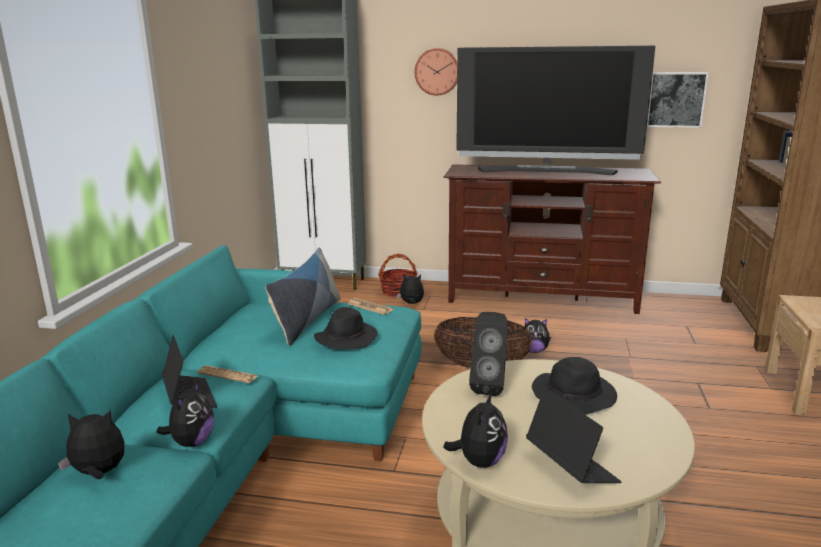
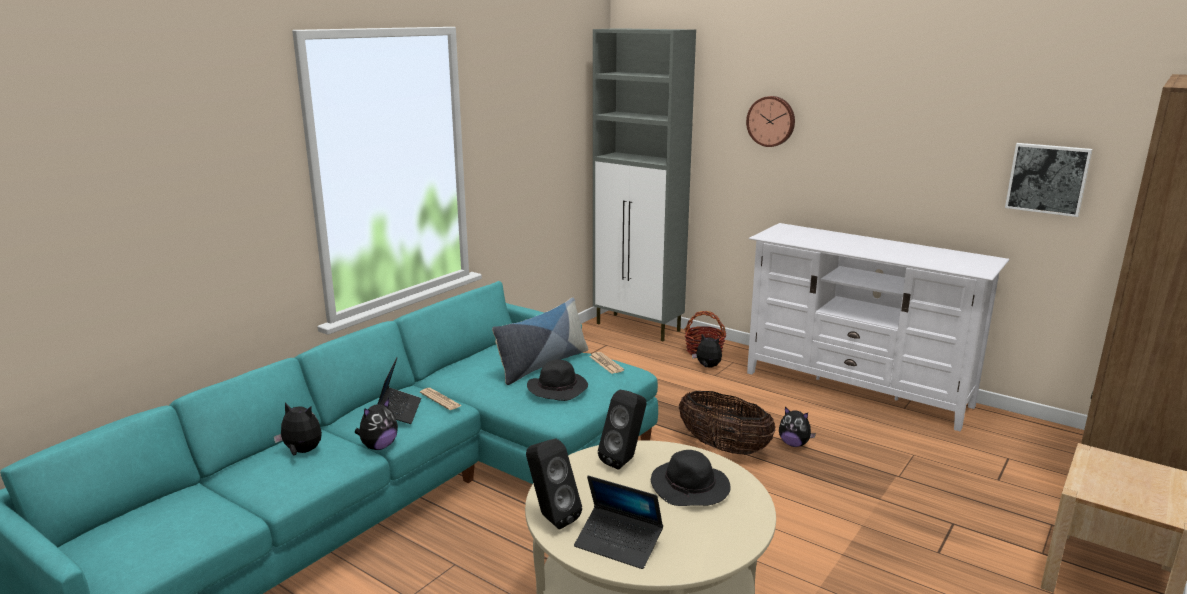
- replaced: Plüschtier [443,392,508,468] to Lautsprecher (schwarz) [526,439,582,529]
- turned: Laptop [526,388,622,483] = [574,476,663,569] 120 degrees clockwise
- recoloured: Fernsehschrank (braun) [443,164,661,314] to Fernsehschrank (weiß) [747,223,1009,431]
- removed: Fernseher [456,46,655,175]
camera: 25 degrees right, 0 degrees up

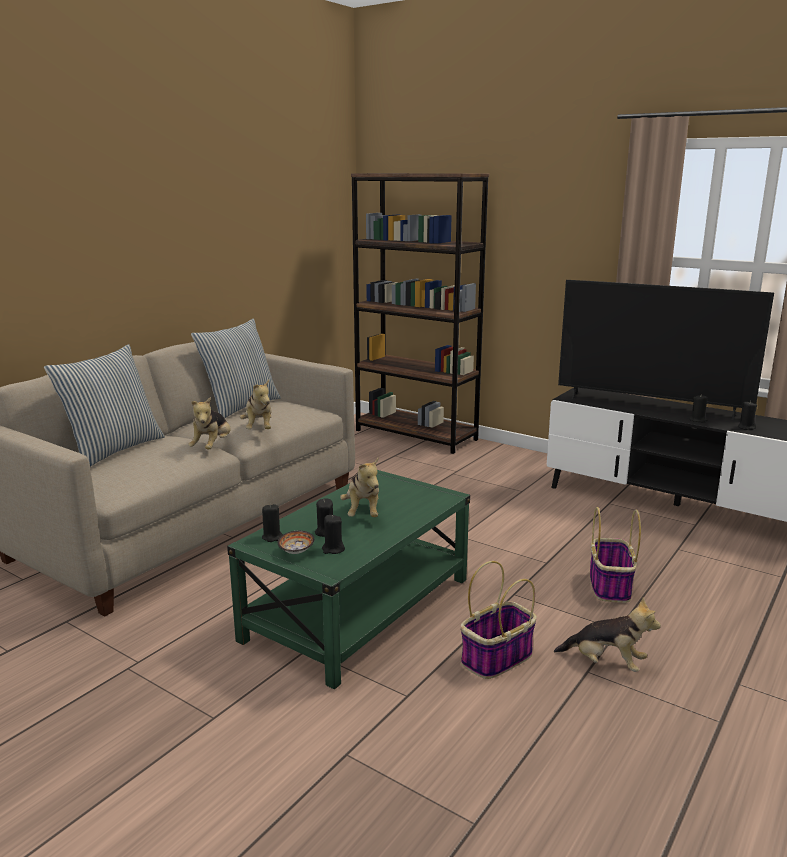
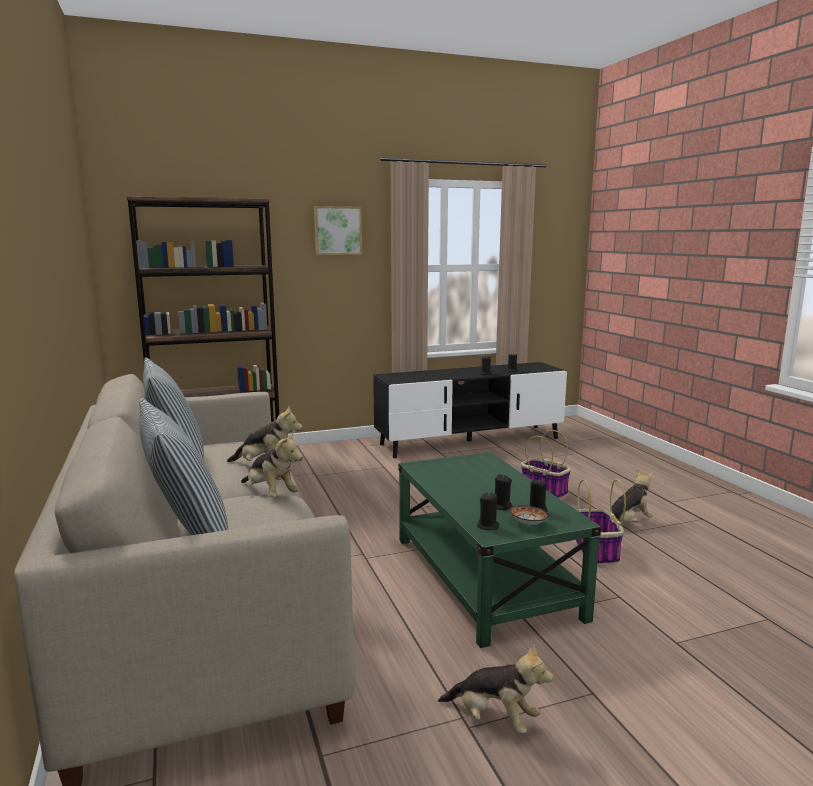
- added: Bild [314,206,362,255]
- moved: Plüschtier [340,457,379,517] to [438,643,553,734]
- removed: Fernseher [558,280,774,420]
camera: 55 degrees left, 5 degrees down

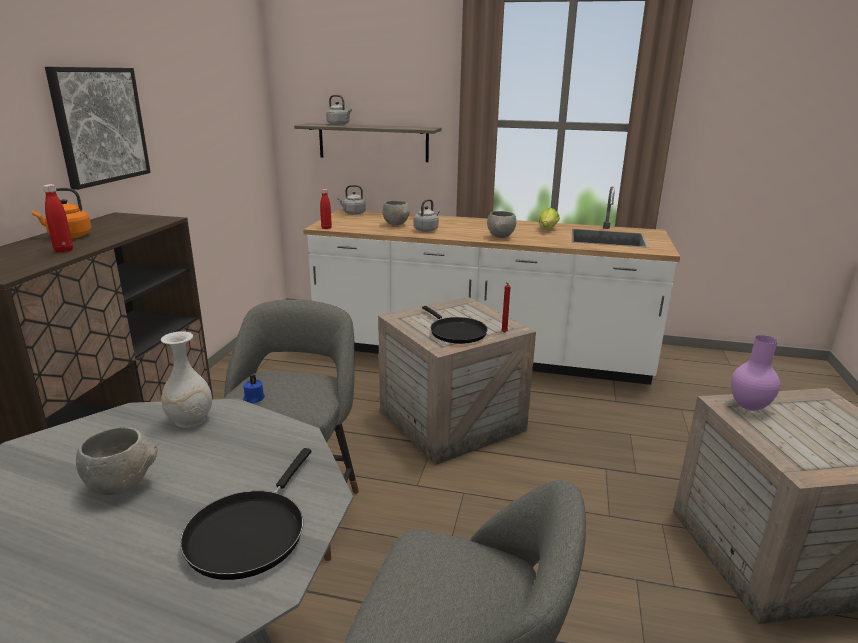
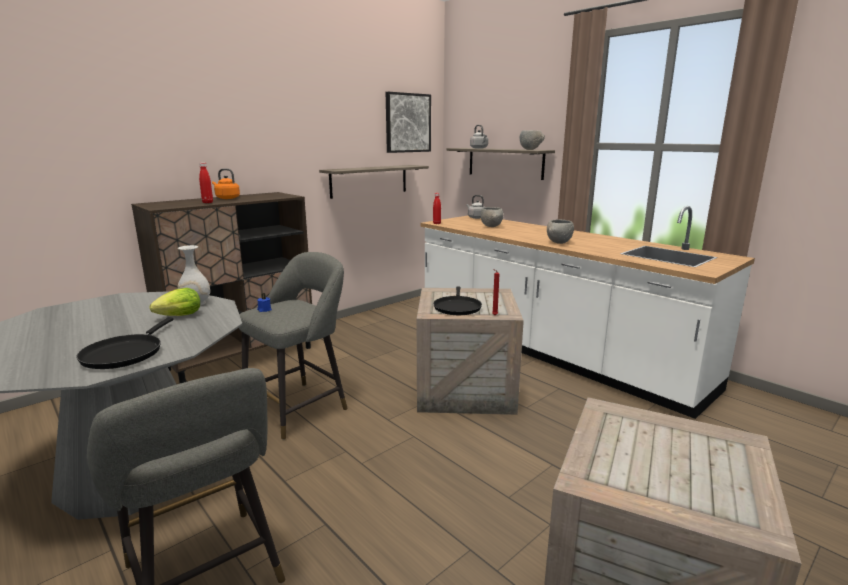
- turned: Pfanne (schwarz) [180,448,311,580] = [76,317,173,369] 45 degrees counterclockwise
- moved: Salatkopf [539,208,560,229] to [149,288,200,316]
- added: Wandregal [319,165,429,199]
- moved: Bild [45,67,151,190] to [386,92,431,153]
- moved: Schüssel (grau) [76,427,158,495] to [520,130,545,150]
- removed: Wasserkessel (grau) [413,199,440,232]
- removed: Vase (lila) [731,335,780,411]
camera: 35 degrees right, 5 degrees down

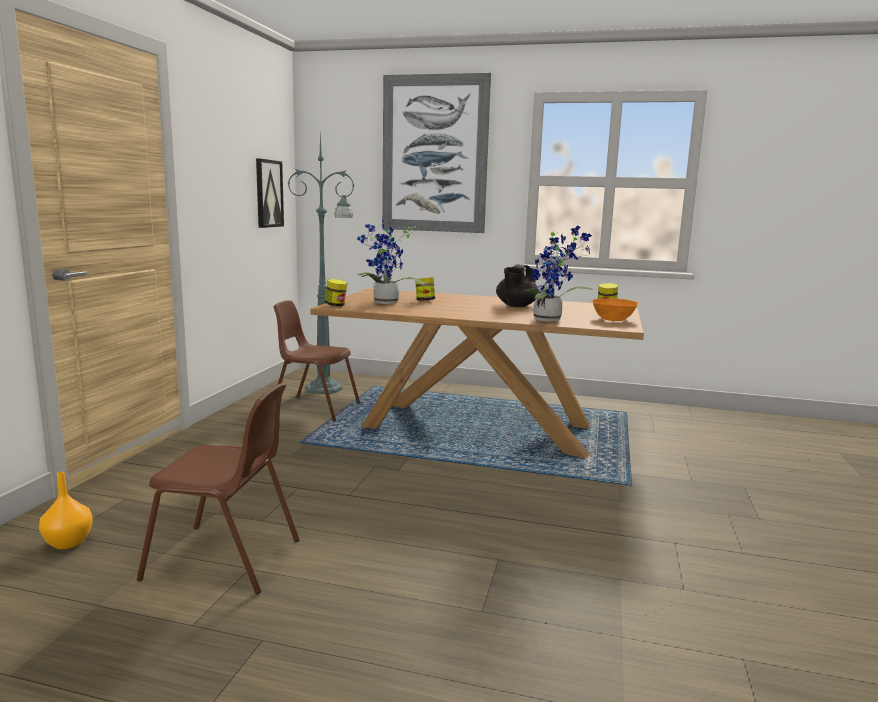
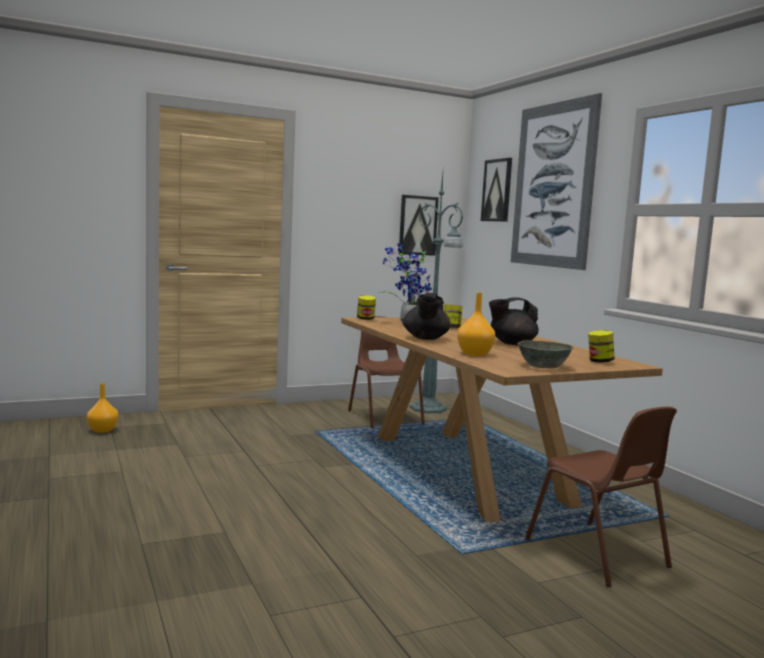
- added: Teekanne (schwarz) [403,293,451,340]
- replaced: Topfpflanze [520,226,593,321] to Vase (orange) [457,293,495,356]
- added: Bild [481,158,512,222]
- recoloured: Schüssel (orange) [592,298,639,321] to Schüssel (grau) [517,340,574,368]
- moved: Stuhl (braun) [137,383,299,594] to [525,407,677,587]
camera: 50 degrees right, 5 degrees down

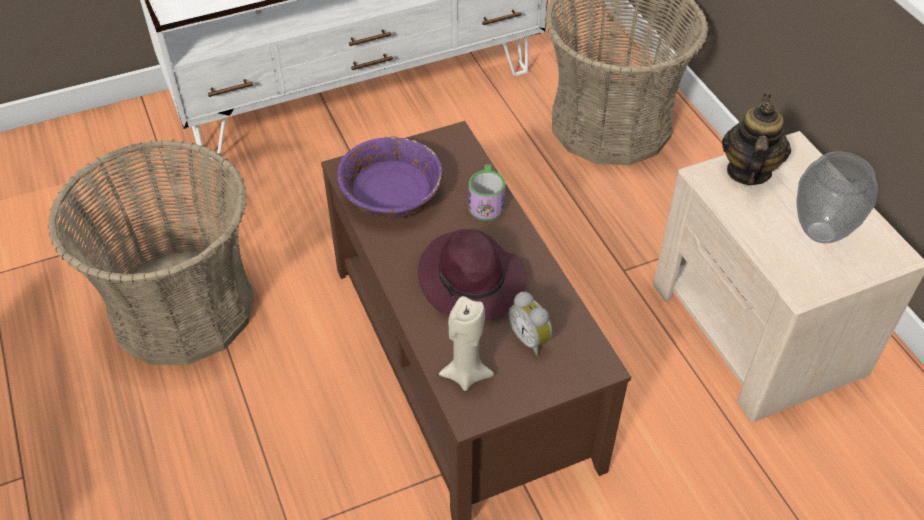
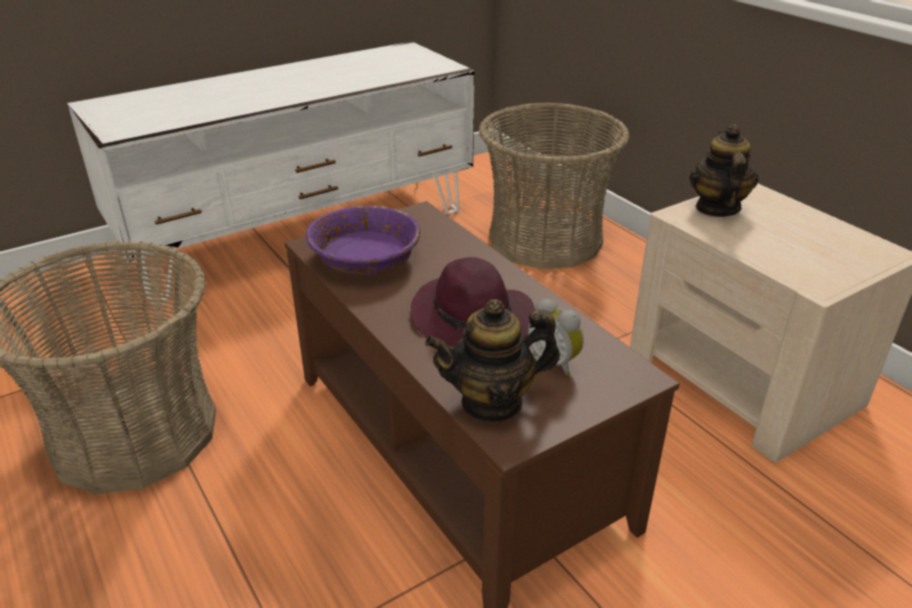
- replaced: Kerze (beige) [439,296,494,391] to Teekanne [425,299,560,423]
- removed: Henkelbecher [469,165,505,221]
- removed: Vase [796,151,878,243]
camera: 10 degrees left, 15 degrees down

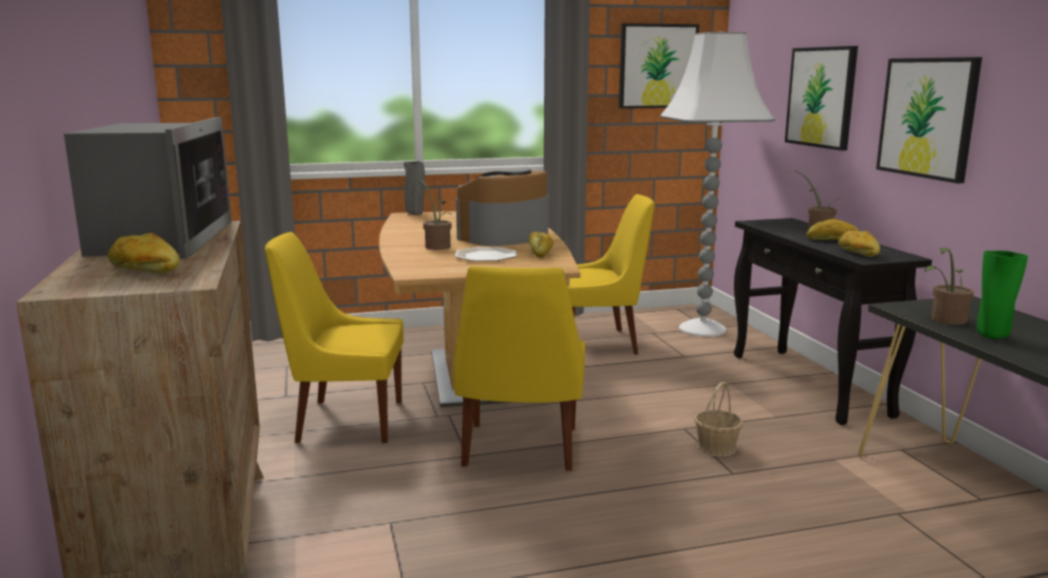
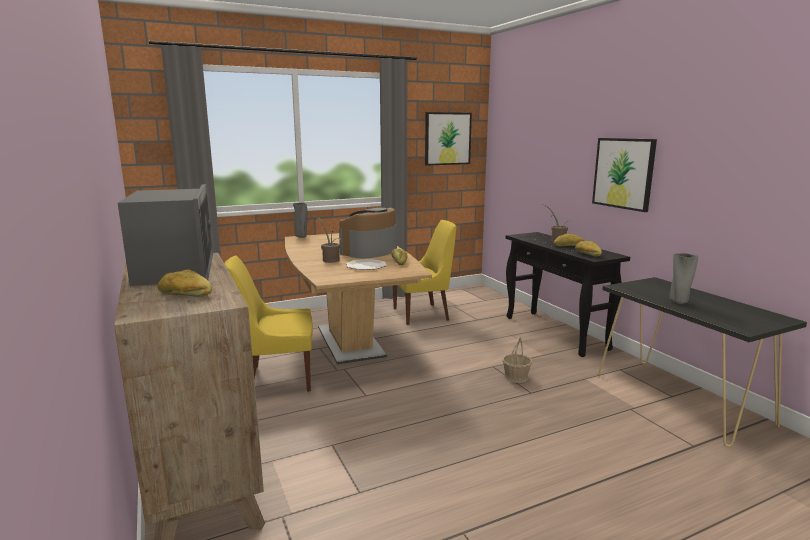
- recoloured: Vase (grün) [976,250,1028,339] to Vase (grau) [670,253,698,304]
- removed: Stuhl (gelb) [454,266,585,471]
- removed: Stehlampe (weiß) [660,31,775,337]
- removed: Bild [785,46,858,151]
- removed: Topfpflanze [925,248,974,325]
camera: 10 degrees left, 0 degrees up

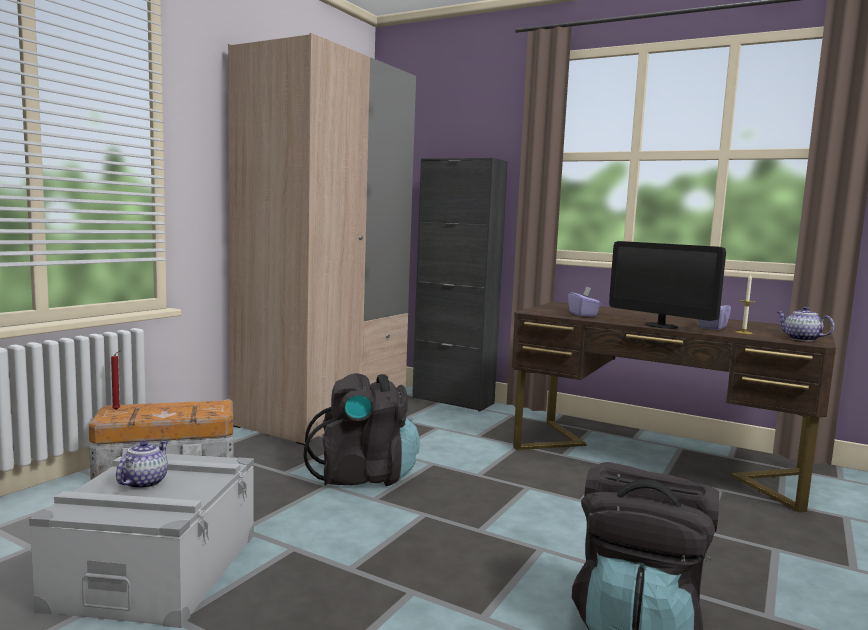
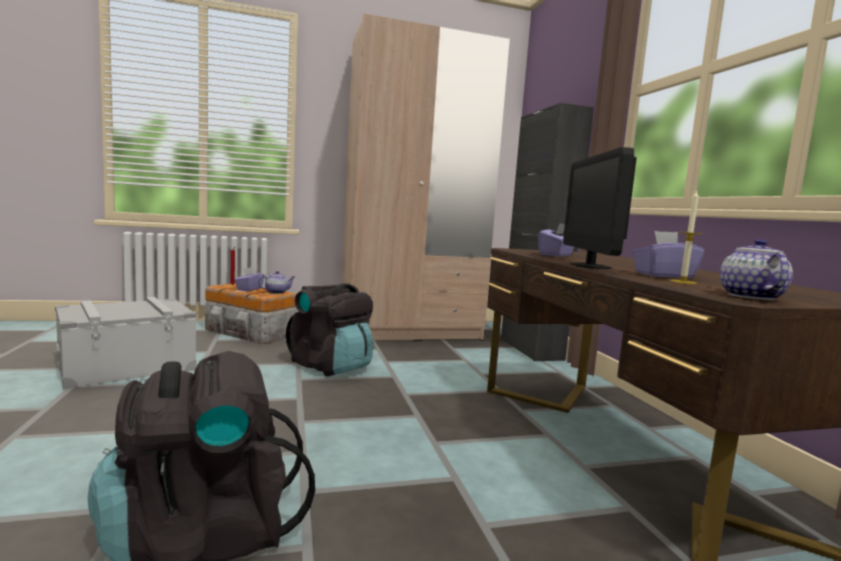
- added: Taschentuchbox (lila) [234,267,264,291]
- moved: Teekanne [116,440,168,489] to [258,271,295,294]
camera: 45 degrees right, 0 degrees up

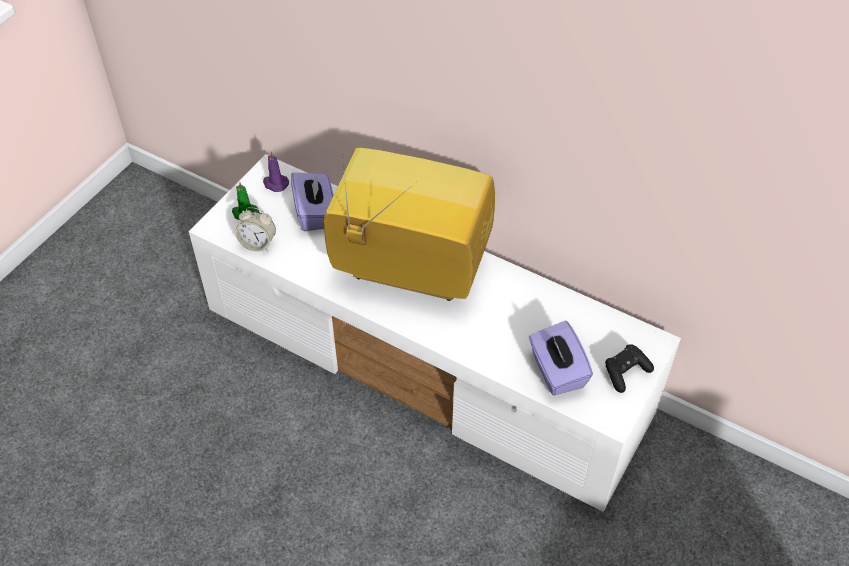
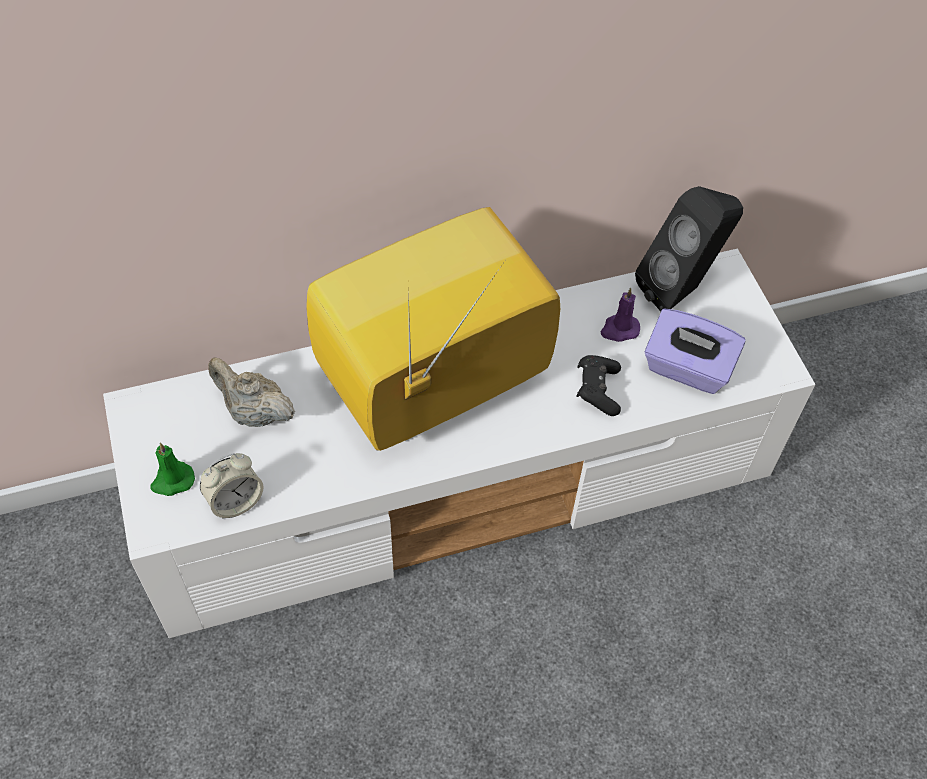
- replaced: Taschentuchbox (lila) [291,172,334,231] to Teekanne (beige) [208,358,295,427]
- moved: Gamepad (schwarz) [605,344,654,393] to [576,355,621,416]
- moved: Kerze (lila) [263,152,289,192] to [600,288,640,342]
- added: Lautsprecher (schwarz) [635,186,743,311]
camera: 50 degrees left, 5 degrees up

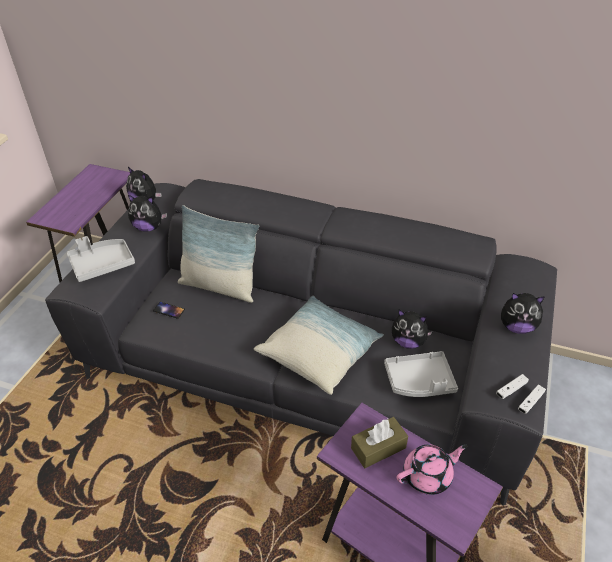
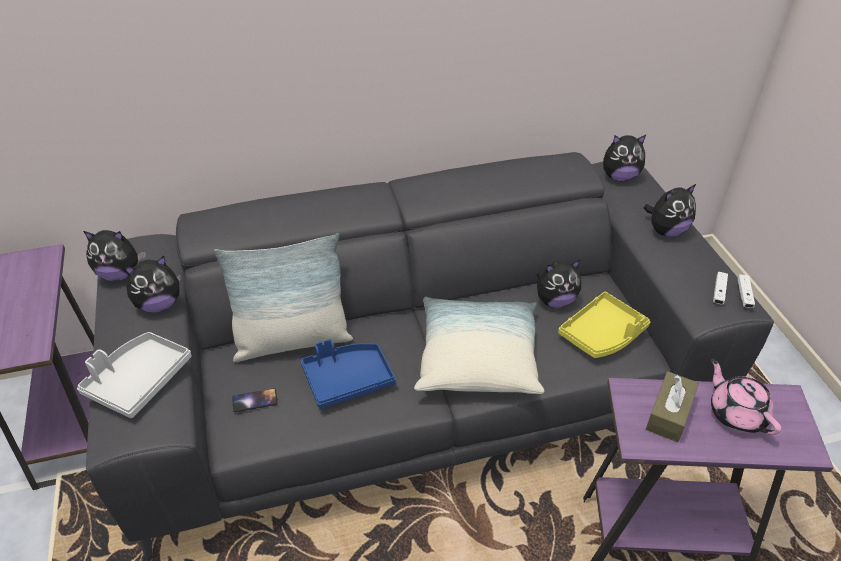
- added: Tablett (blau) [301,339,396,409]
- recoloured: Tablett (grau) [384,351,458,397] to Tablett (gelb) [558,292,650,358]
- added: Plüschtier [603,135,646,181]
- turned: Teekanne (rosa) [397,444,467,495] = [711,359,781,435] 60 degrees counterclockwise
camera: 35 degrees left, 0 degrees up

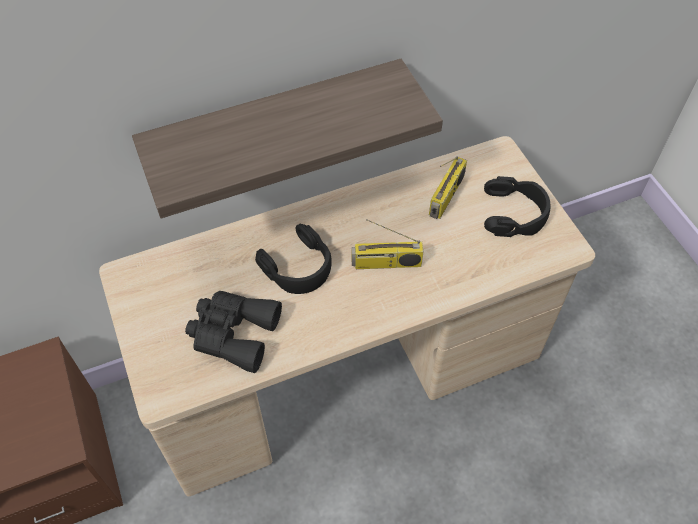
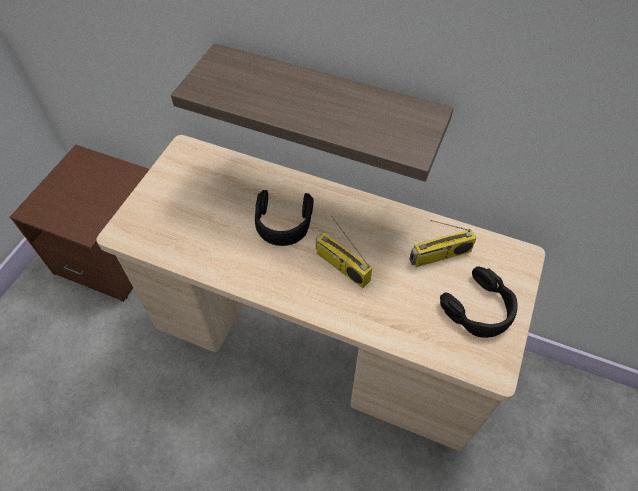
- removed: Fernglas (schwarz) [185,291,282,373]
camera: 45 degrees right, 0 degrees up

